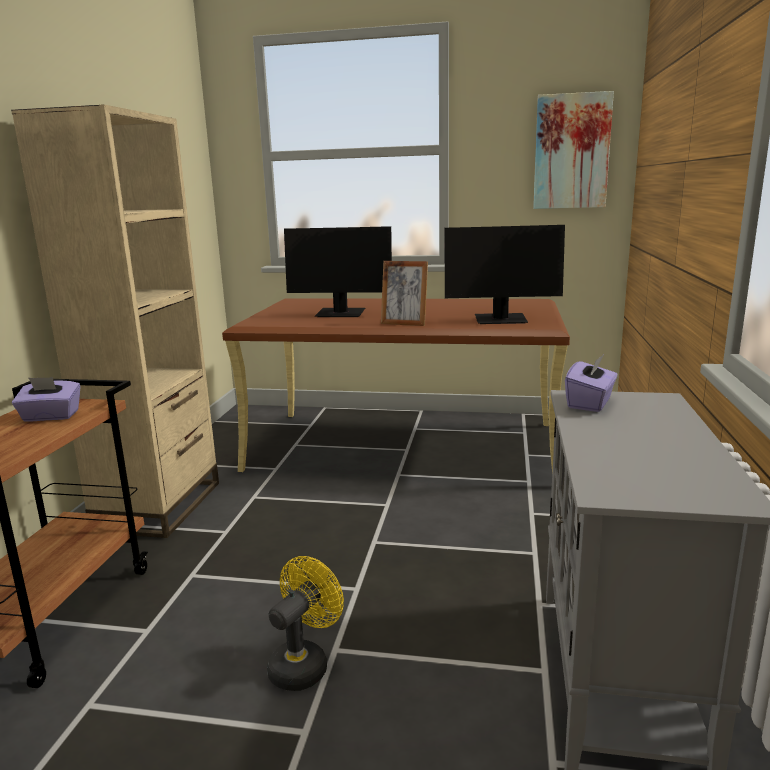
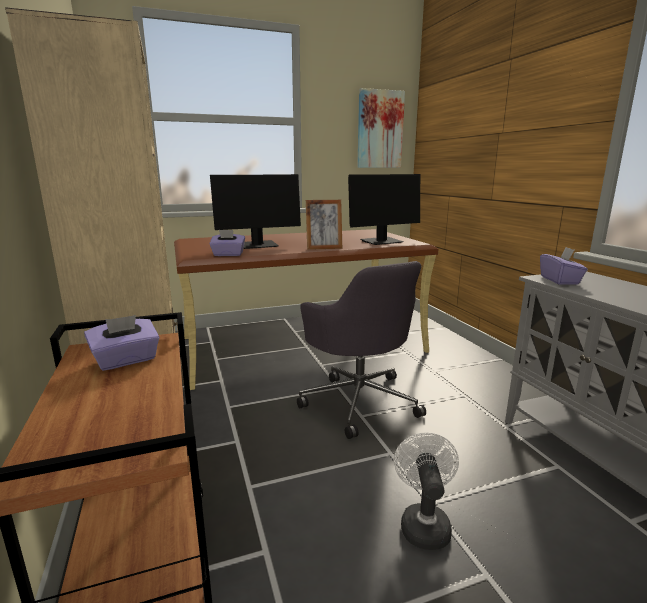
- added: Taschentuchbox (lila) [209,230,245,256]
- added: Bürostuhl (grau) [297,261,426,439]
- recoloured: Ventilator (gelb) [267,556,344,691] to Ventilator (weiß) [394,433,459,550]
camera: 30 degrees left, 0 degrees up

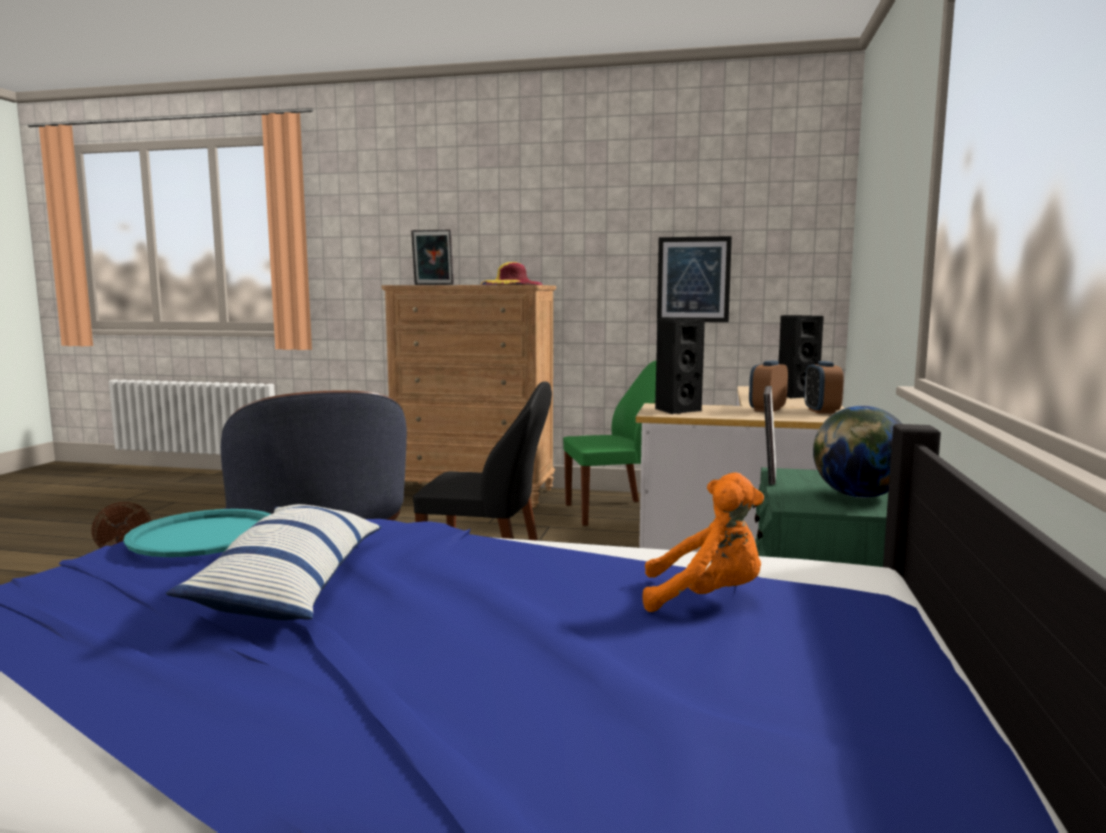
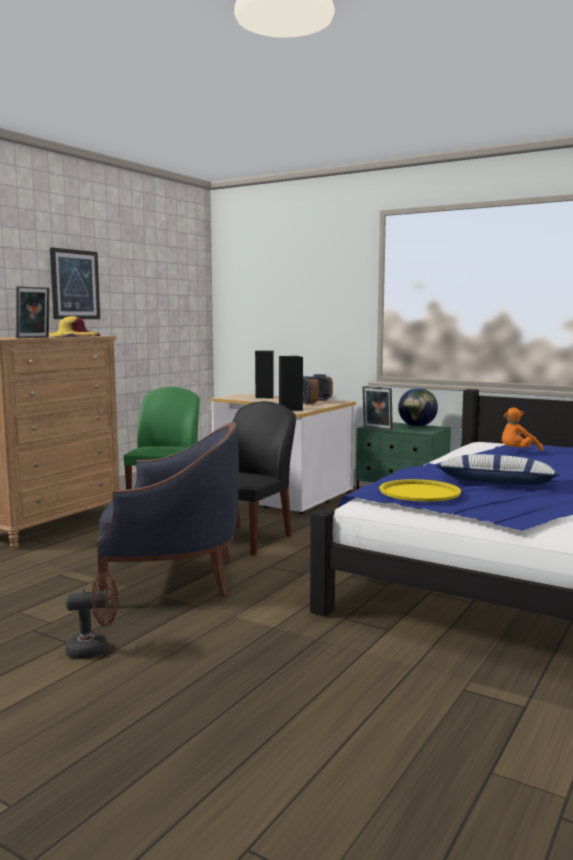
- moved: Bild [657,236,732,322] to [50,248,100,319]
- recoloured: Tablett (türkis) [123,509,271,557] to Tablett (gelb) [379,479,461,502]
- turned: Plüschtier (orange) [642,473,764,612] = [502,407,543,451] 150 degrees counterclockwise
camera: 70 degrees left, 0 degrees up

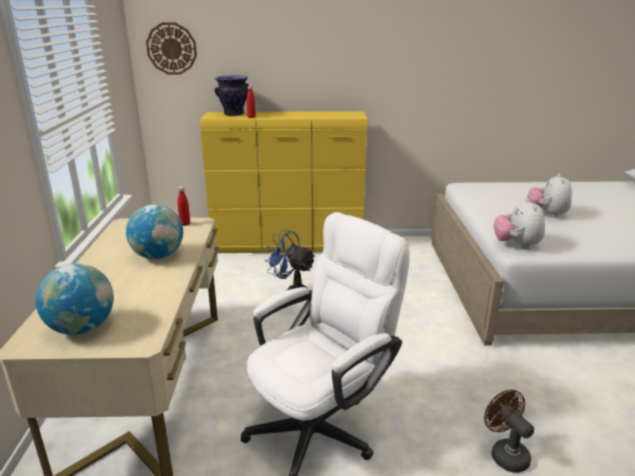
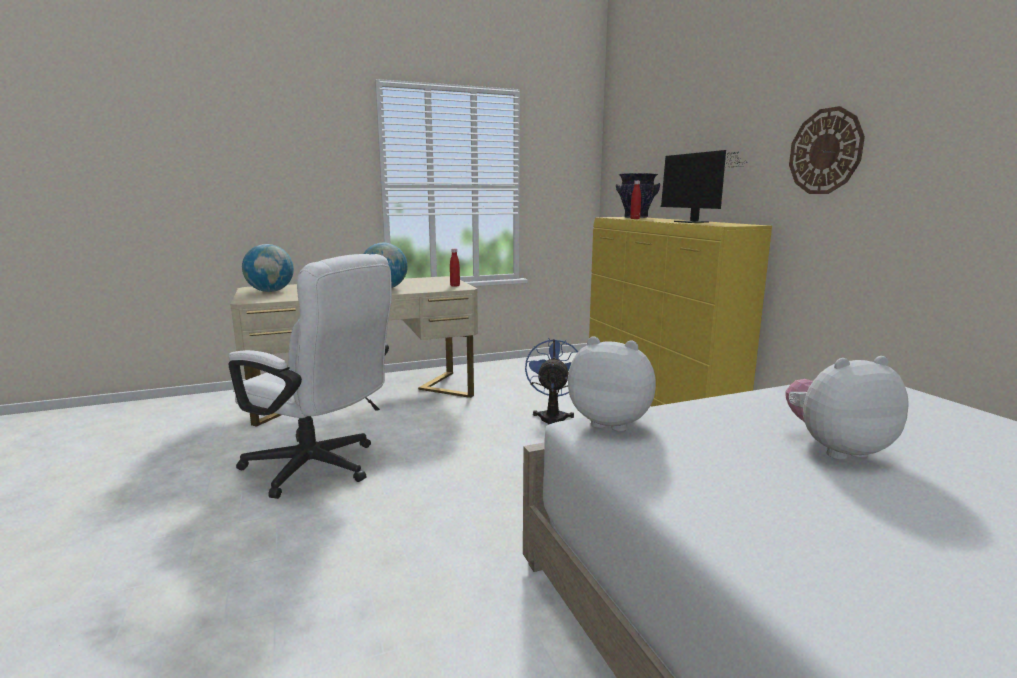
- turned: Plüschtier [493,198,545,249] = [568,336,656,432] 45 degrees clockwise
- added: Monitor [661,150,743,223]
- moved: Wanduhr [146,22,197,75] to [789,106,865,194]
- removed: Ventilator (braun) [484,390,534,473]
camera: 70 degrees right, 10 degrees down

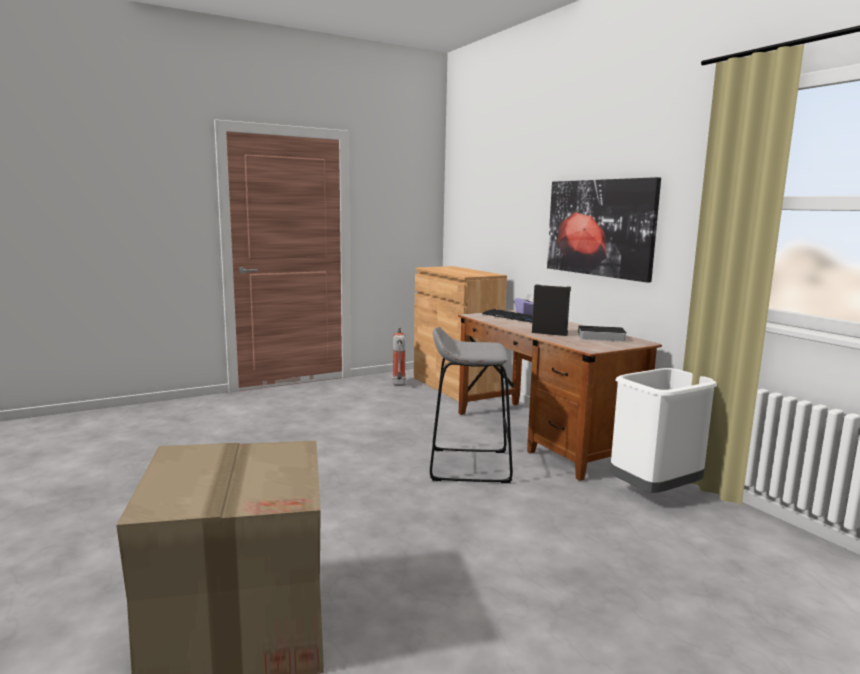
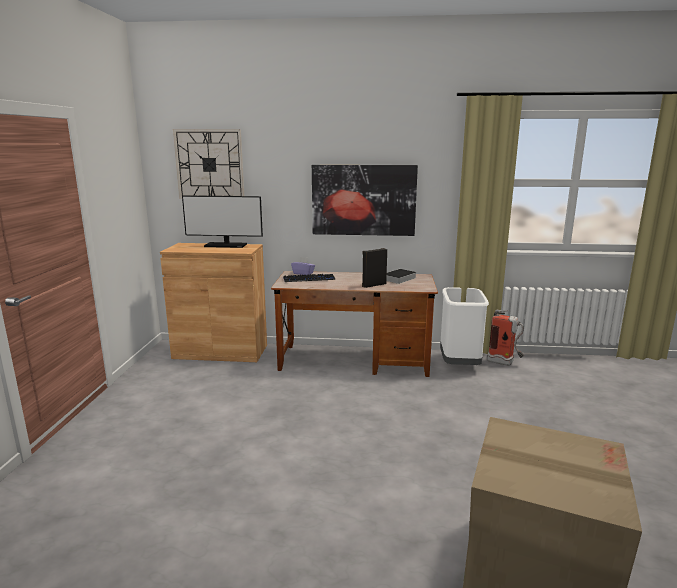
- added: Wanduhr [173,129,244,199]
- added: Monitor [182,196,263,248]
- moved: Feuerlöscher [392,327,406,386] to [487,310,524,366]
- removed: Hocker (grau) [430,327,513,483]
camera: 55 degrees left, 5 degrees up

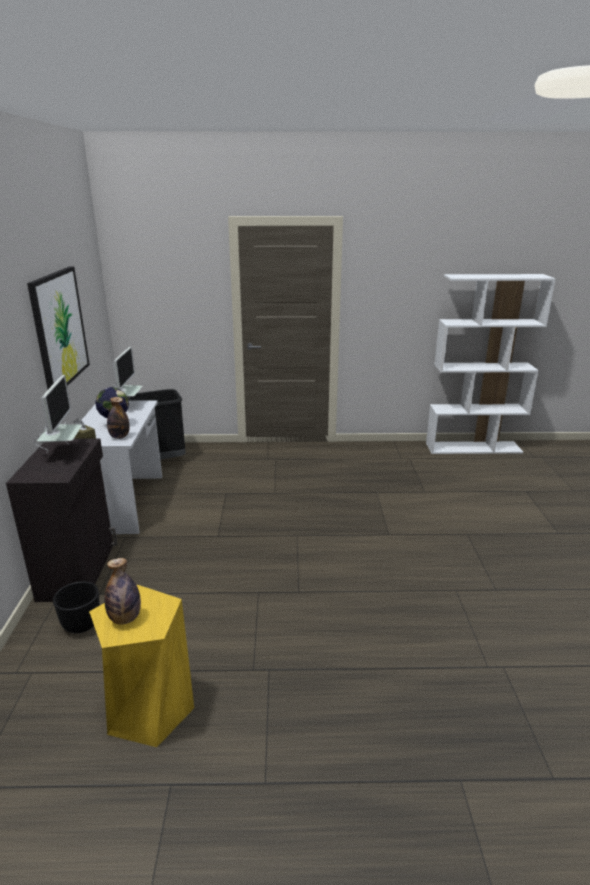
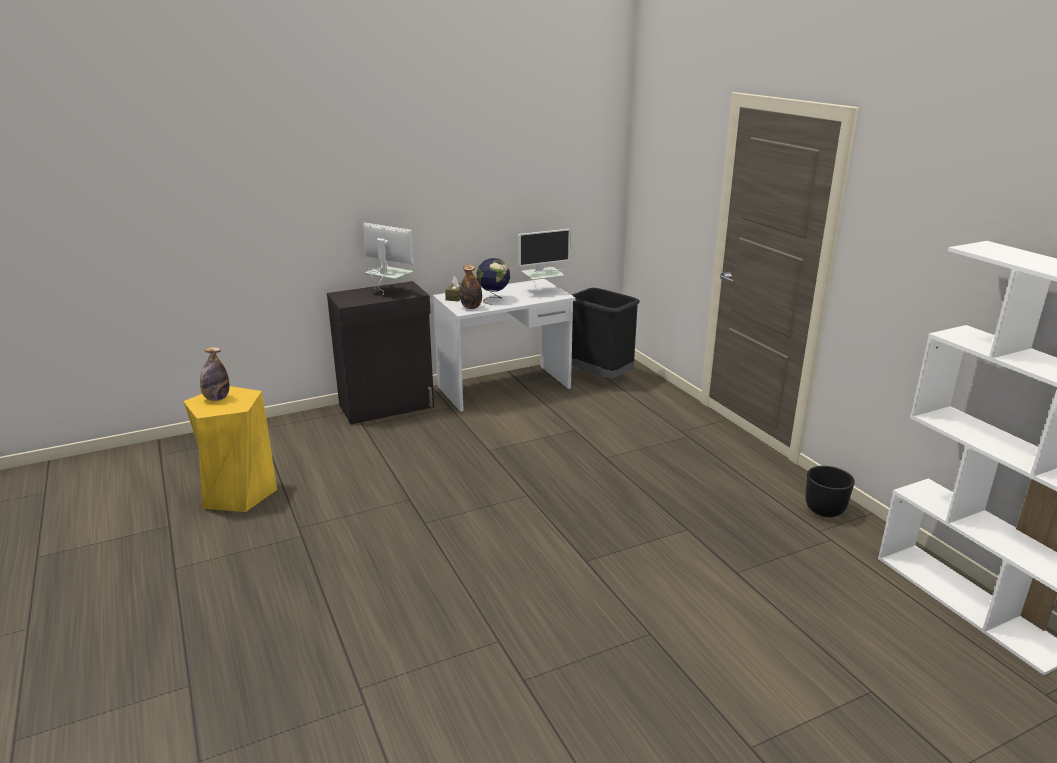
- turned: Monitor [34,375,82,453] = [363,223,414,294] 120 degrees counterclockwise
- moved: Pflanzkübel (schwarz) [53,581,100,633] to [805,466,855,517]
- removed: Bild [27,266,90,389]
camera: 65 degrees right, 0 degrees up

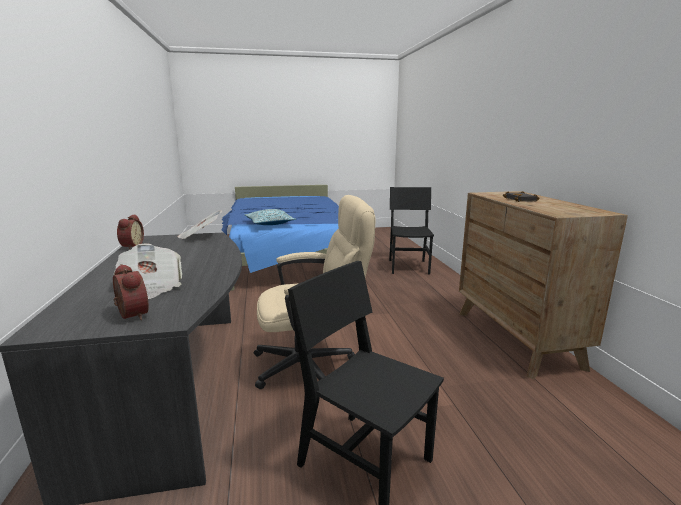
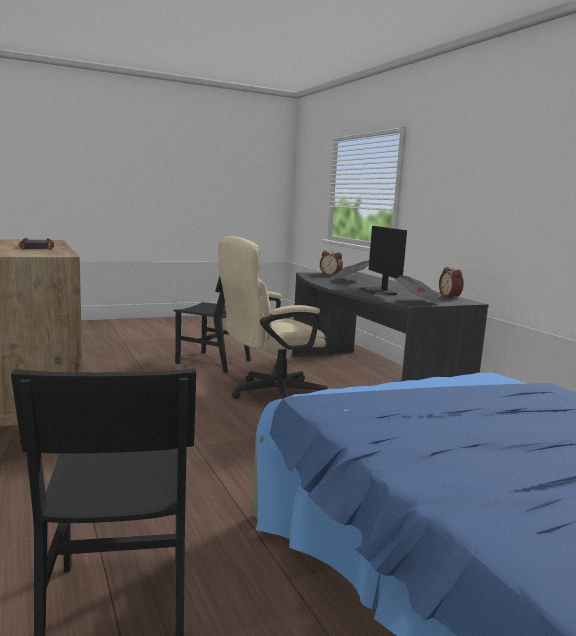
- added: Monitor [359,226,407,295]
- removed: Kissen [244,209,296,225]
camera: 165 degrees right, 5 degrees down

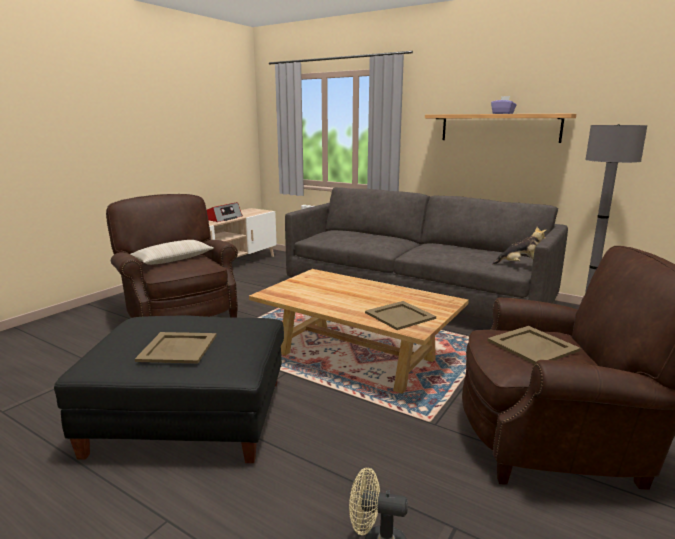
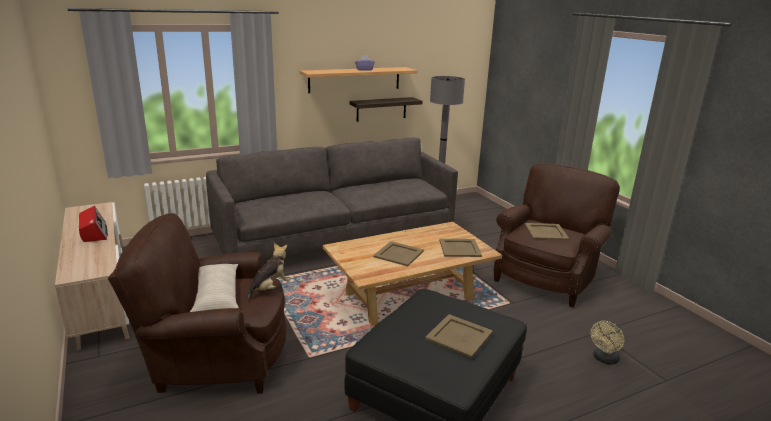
- moved: Plüschtier [492,227,546,265] to [246,243,290,301]
- added: Wandregal [349,97,423,122]
- added: Tablett (beige) [373,241,424,266]
camera: 60 degrees left, 5 degrees up

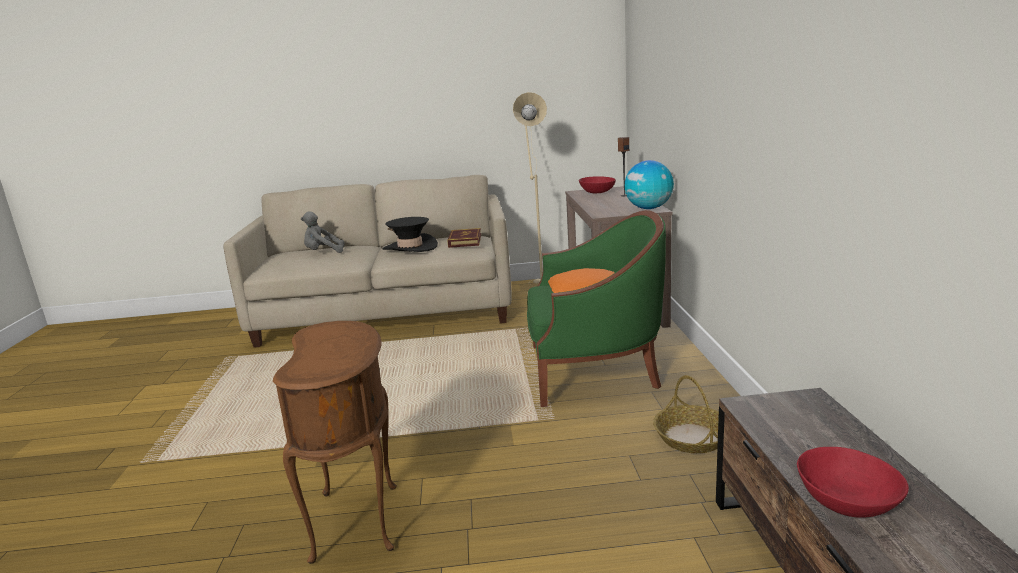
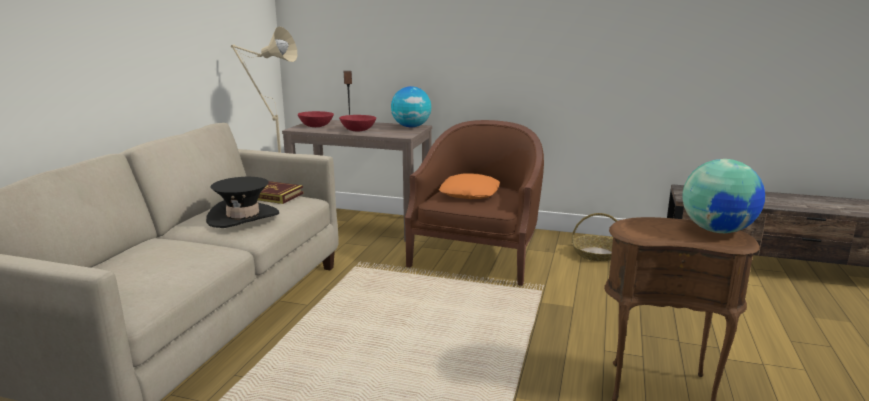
- moved: Schüssel (rot) [797,447,909,518] to [339,115,376,131]
- recoloured: Sessel (grün) [527,210,666,407] to Sessel (braun) [405,120,544,286]
- added: Globus [682,159,765,233]
- removed: Plüschtier (grau) [301,212,344,253]
camera: 70 degrees left, 0 degrees up

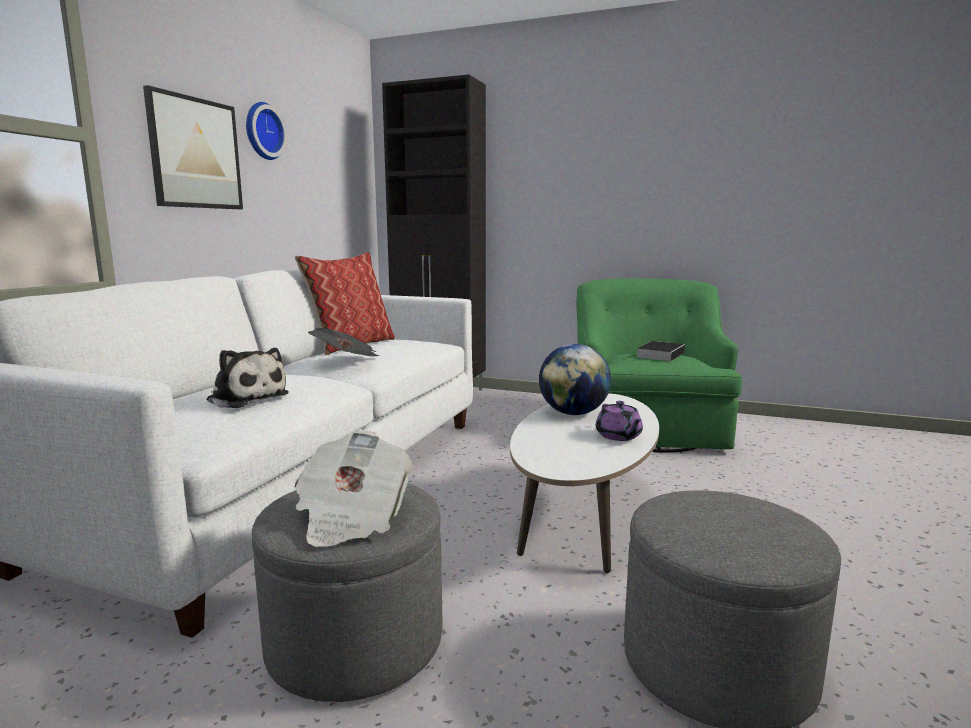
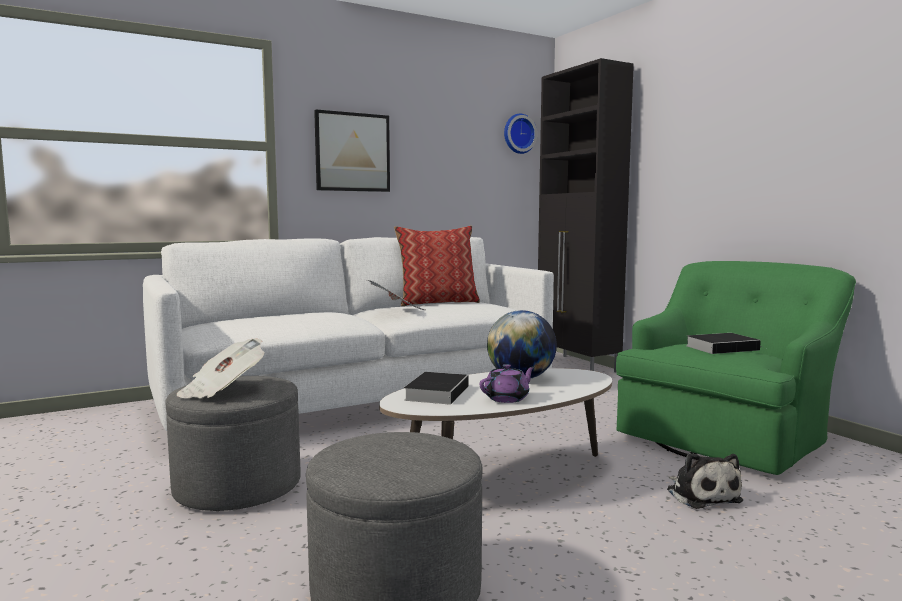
- added: Buch [404,372,469,405]
- turned: Teekanne (lila) [596,401,643,441] = [480,364,535,403] 150 degrees counterclockwise
- moved: Wanduhr [246,102,287,160] to [504,113,537,154]
- moved: Plüschtier [207,348,289,408] to [667,453,743,509]
camera: 40 degrees right, 5 degrees down

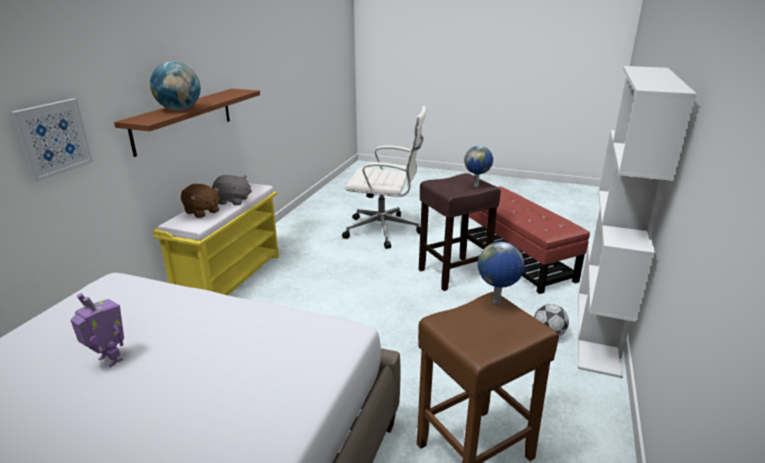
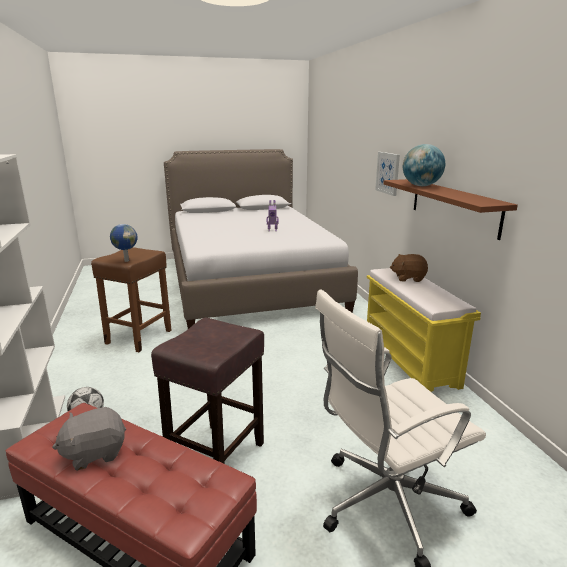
- moved: Plüschtier (grau) [212,175,252,205] to [52,407,126,471]
- removed: Globus [464,146,493,187]
camera: 145 degrees right, 5 degrees down

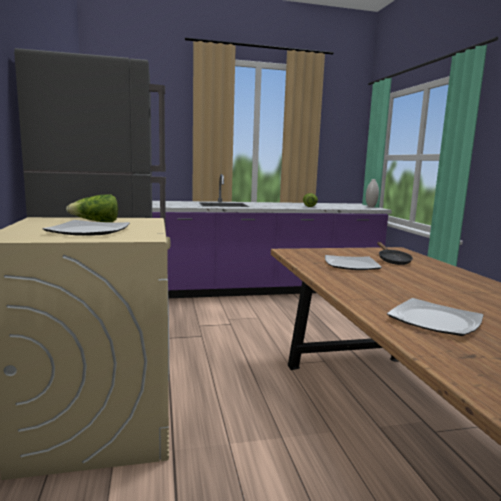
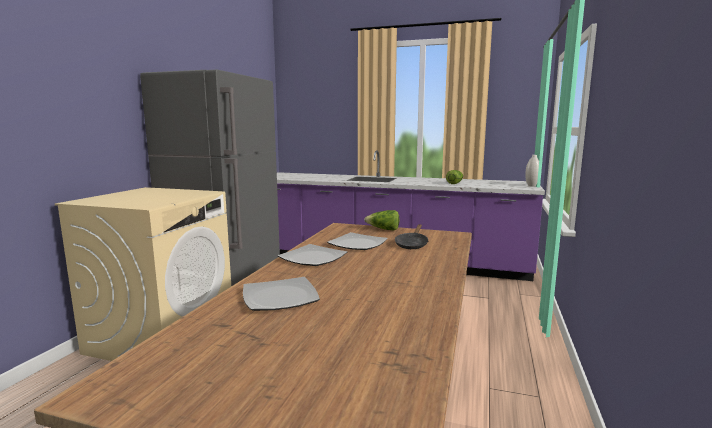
- moved: Teller [42,220,130,236] to [278,244,347,266]
- moved: Salatkopf [66,195,118,222] to [364,210,399,231]
camera: 30 degrees right, 0 degrees up

